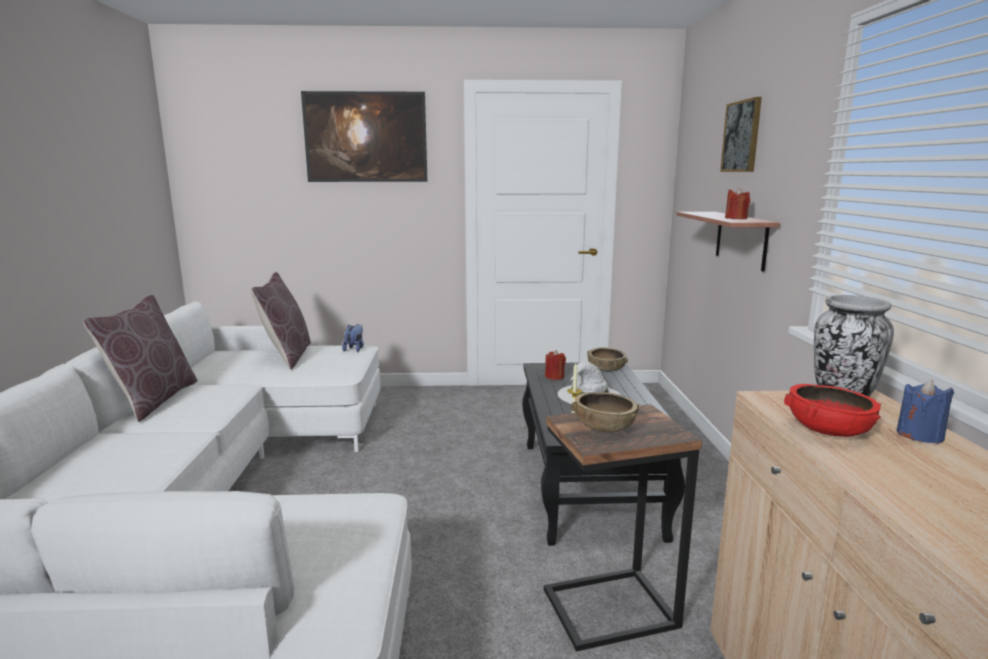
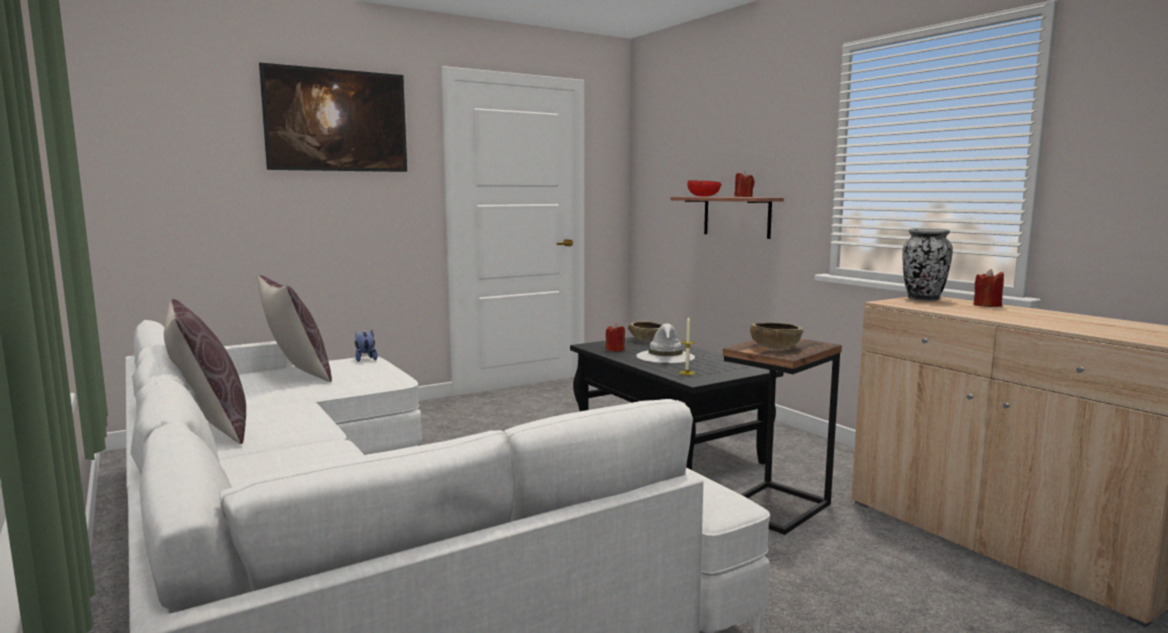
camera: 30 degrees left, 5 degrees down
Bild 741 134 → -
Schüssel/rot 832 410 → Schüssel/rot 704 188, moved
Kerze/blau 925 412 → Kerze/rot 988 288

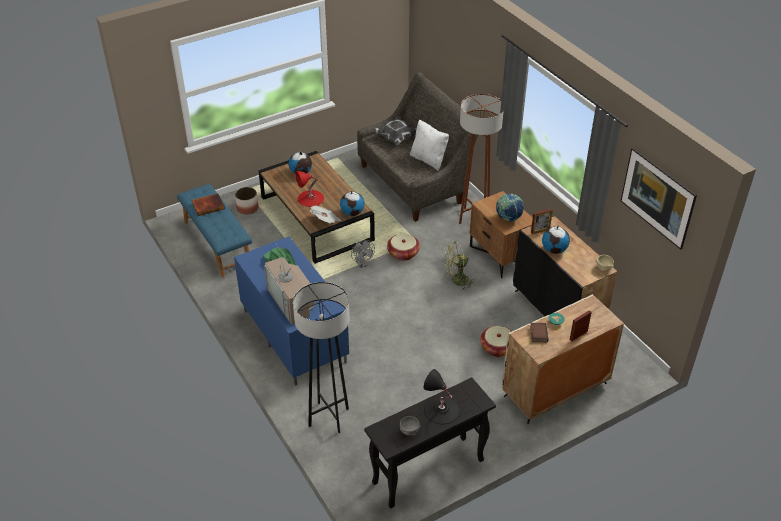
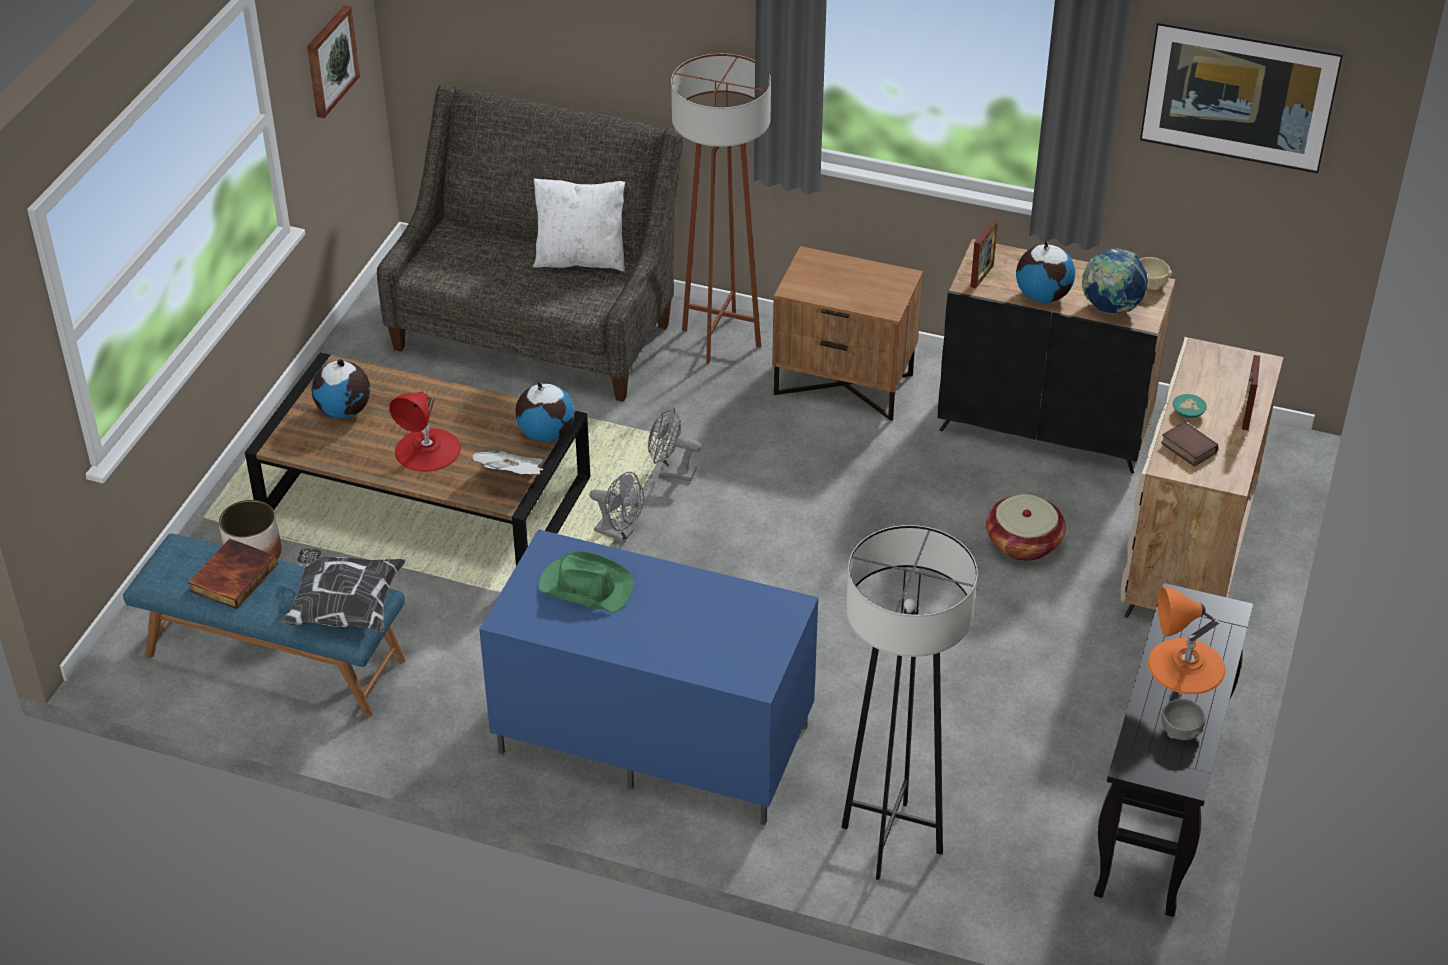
camera: 40 degrees left, 0 degrees up
Fernseher 289 283 → -
Ventilator/grün 459 265 → -
- → Bild 333 61
Kissen 394 131 → Kissen 343 590, moved
Globus 509 208 → Globus 1115 281, moved
Korb 403 247 → Ventilator/grau 675 445
Tischlampe/schwarz 441 397 → Tischlampe/orange 1186 640

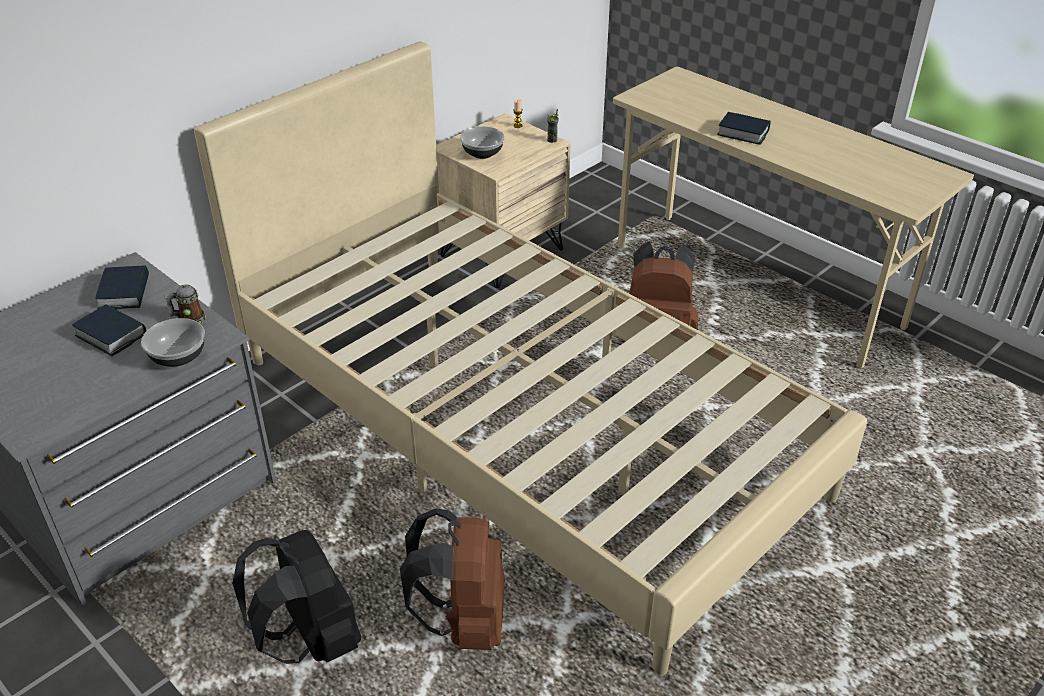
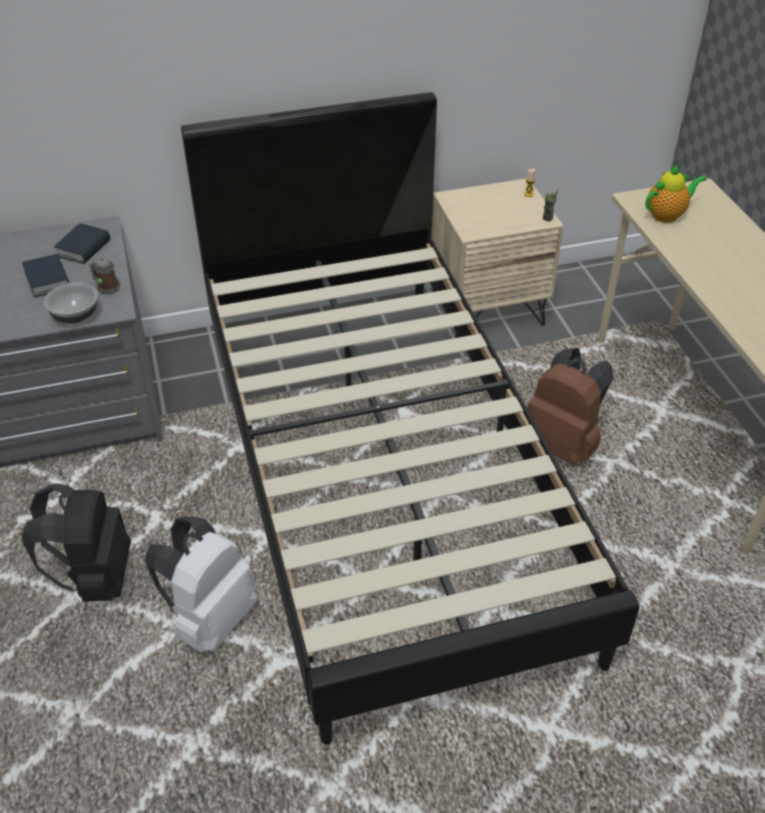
camera: 30 degrees right, 5 degrees up
Schüssel 482 142 → -
Buch 744 128 → -
- → Teekanne 676 194
Bett/beige 530 358 → Bett/schwarz 410 418
Rucksack/braun 452 579 → Rucksack/weiß 201 584

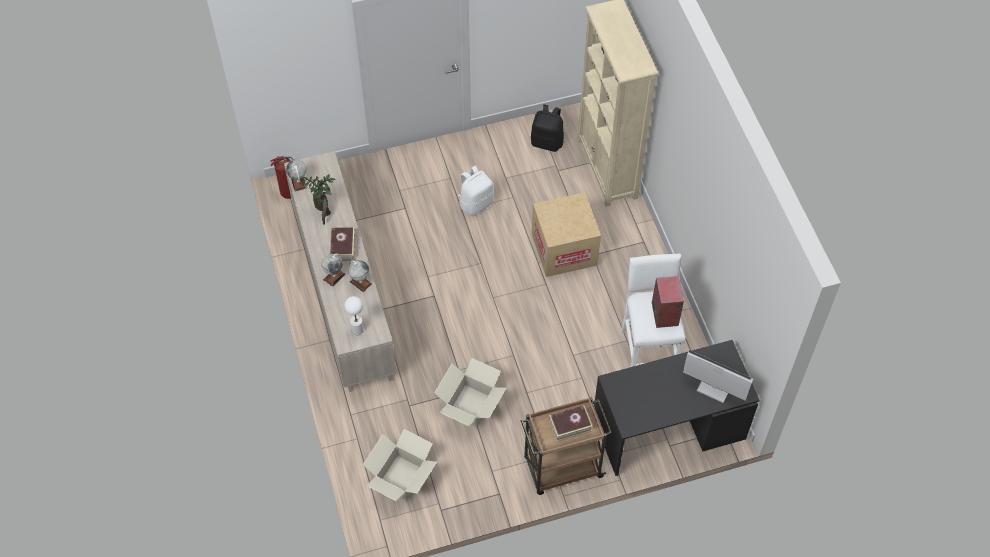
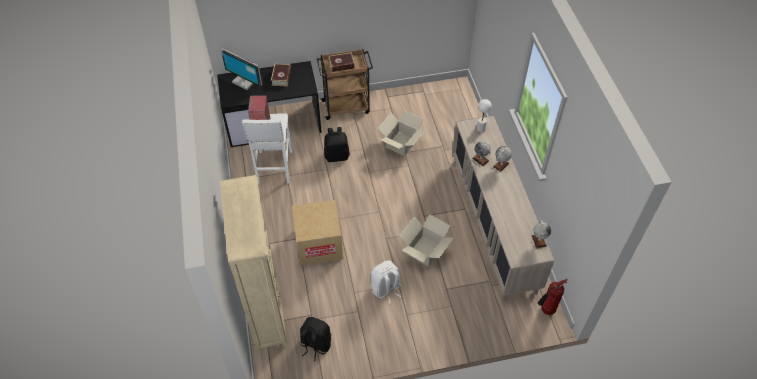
camera: 175 degrees left, 5 degrees down
Topfpflanze 317 199 → -
- → Rucksack/schwarz 337 144
Buch 342 244 → Buch 281 75, moved
Karton 400 465 → Karton 427 240, moved

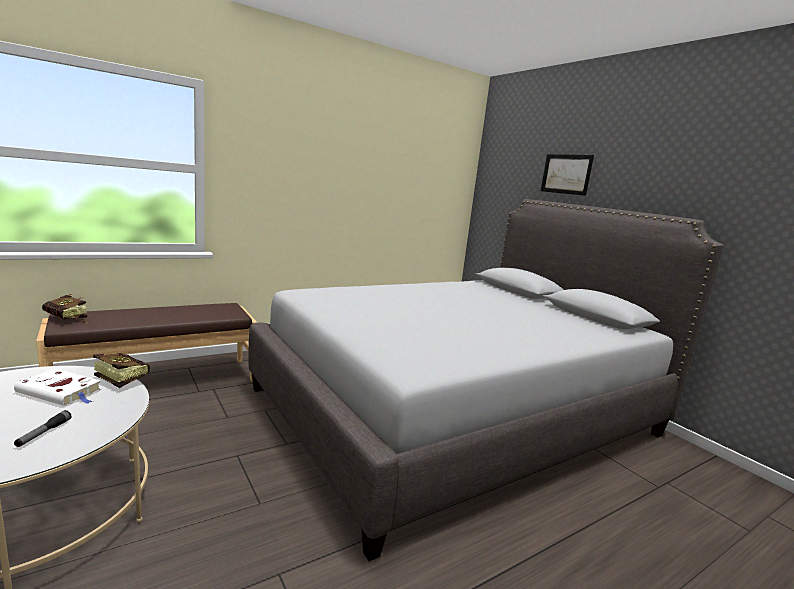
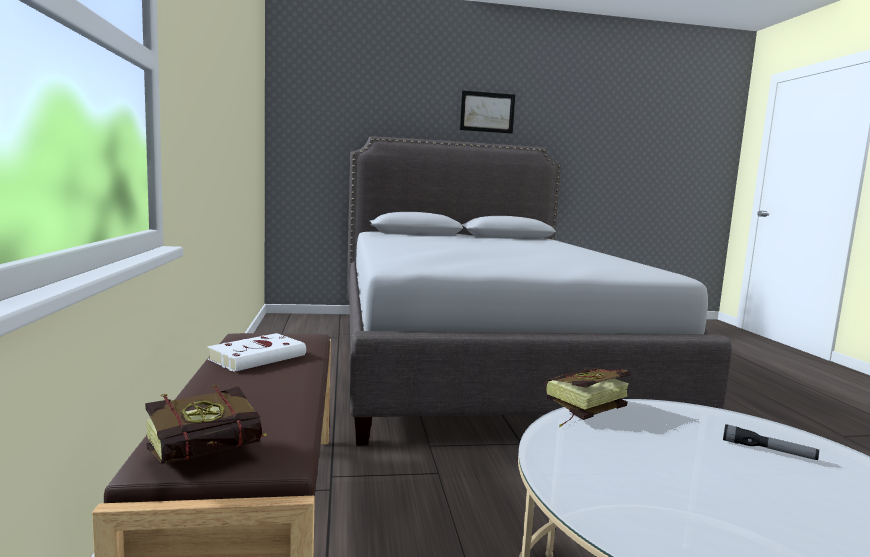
camera: 65 degrees left, 5 degrees down
Buch/weiß 57 387 → Buch/weiß 257 352, moved
Bild 567 175 → Bild 487 112, moved

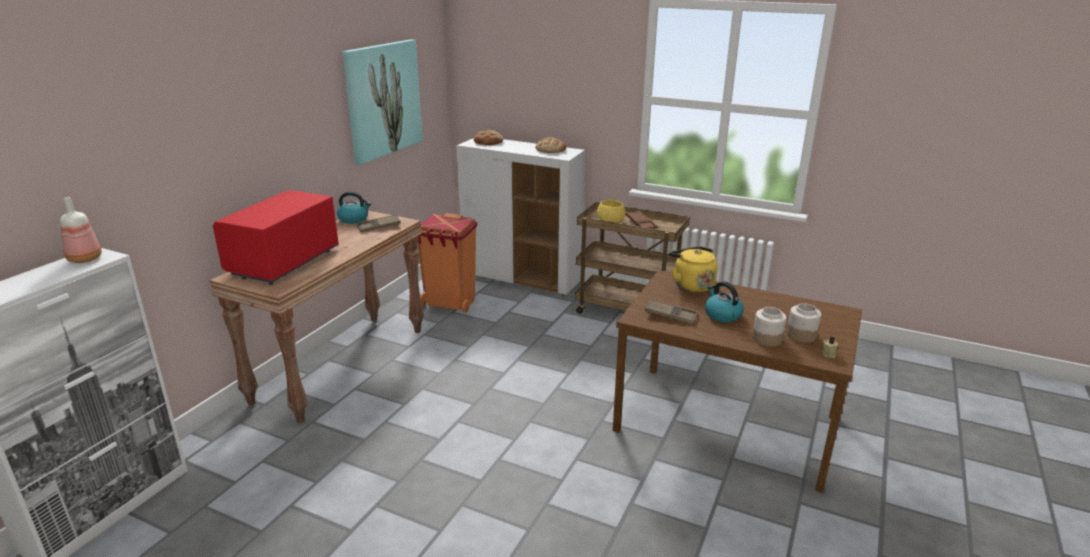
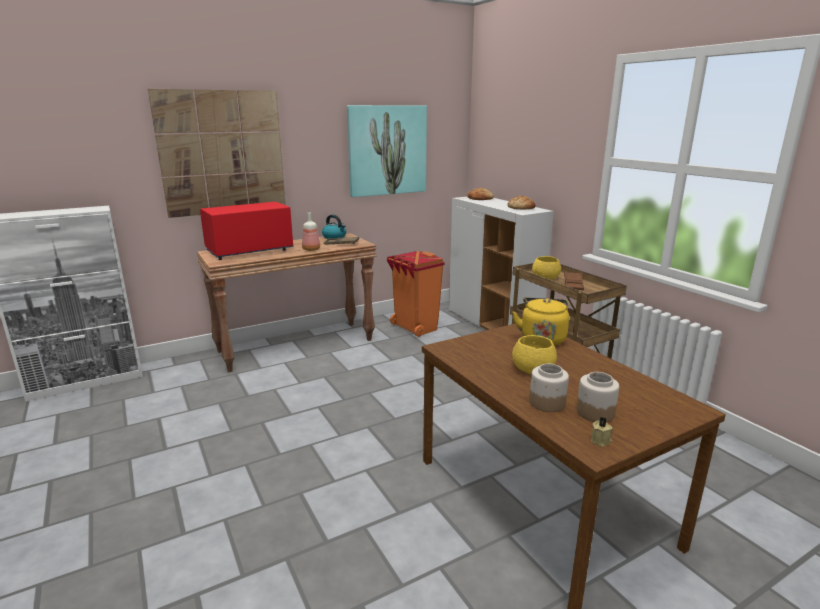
camera: 35 degrees right, 5 degrees down
Tablett/braun 671 311 → -
- → Bild 217 153
Flasche 81 230 → Flasche 311 232, moved
Wasserkessel 724 301 → Schüssel/gelb 534 354

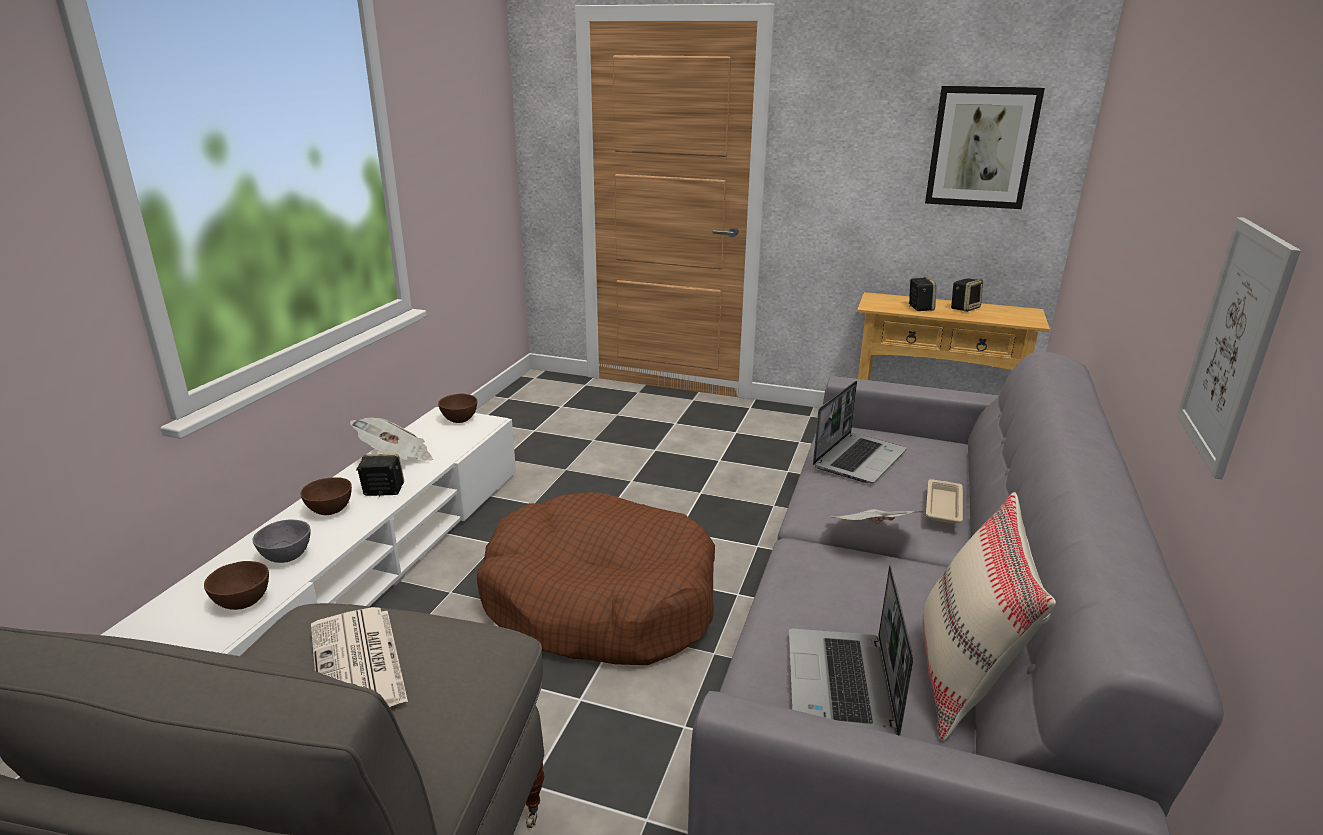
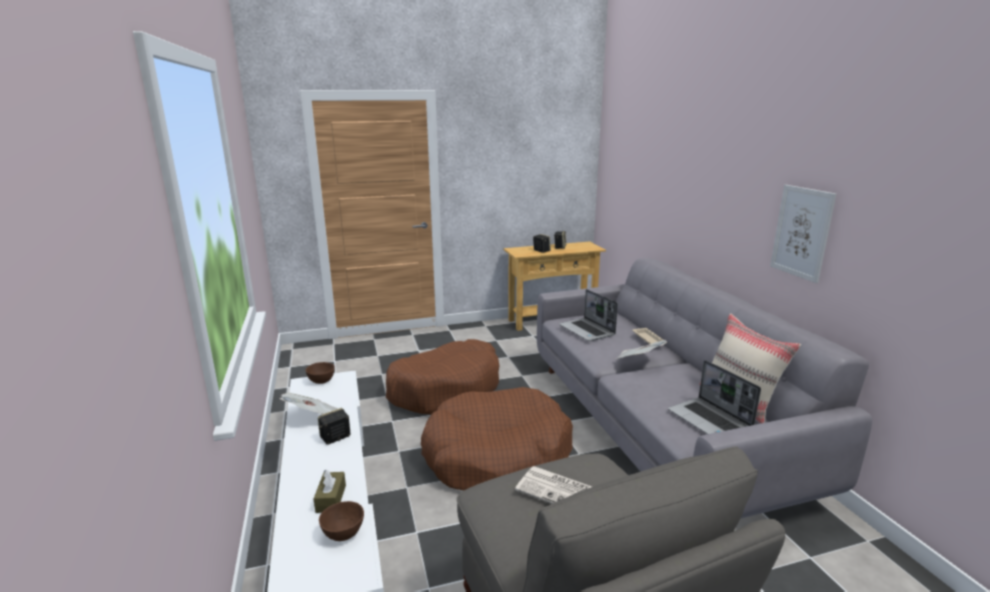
camera: 35 degrees left, 5 degrees down
Schüssel/braun 326 496 → -
Bild 985 147 → -
- → Hundebett/braun 442 376
Schüssel/grau 281 541 → Taschentuchbox/braun 330 491
Laptop 860 432 → Laptop 588 315, 150 degrees clockwise

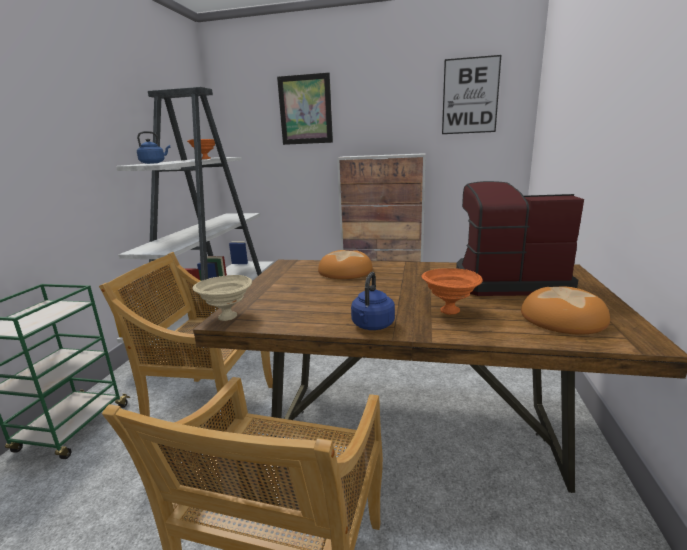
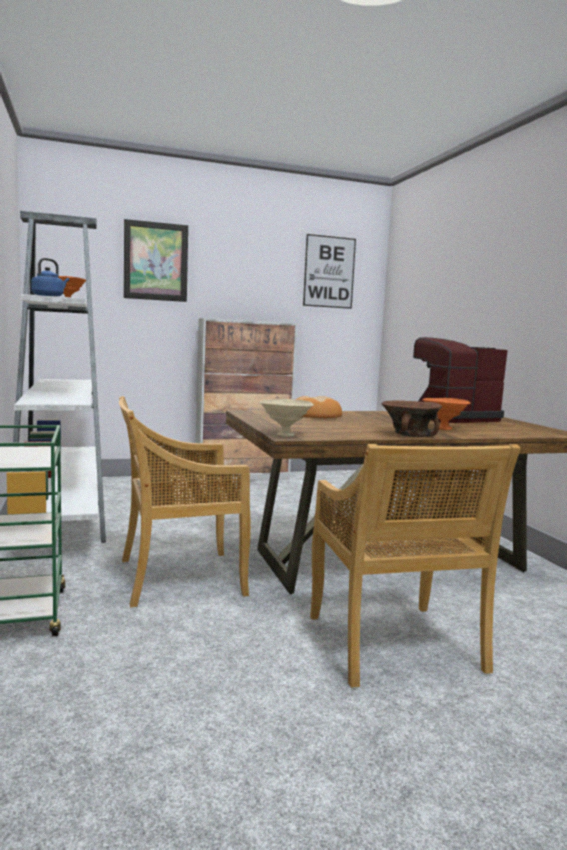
camera: 30 degrees left, 10 degrees down
Brot 565 311 → -
Wasserkessel/blau 373 301 → Schüssel/braun 411 418

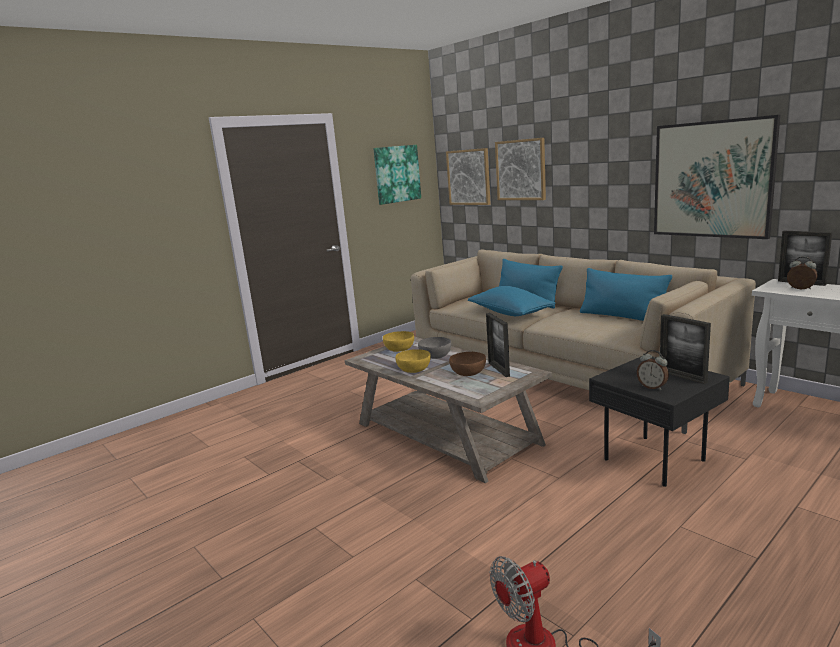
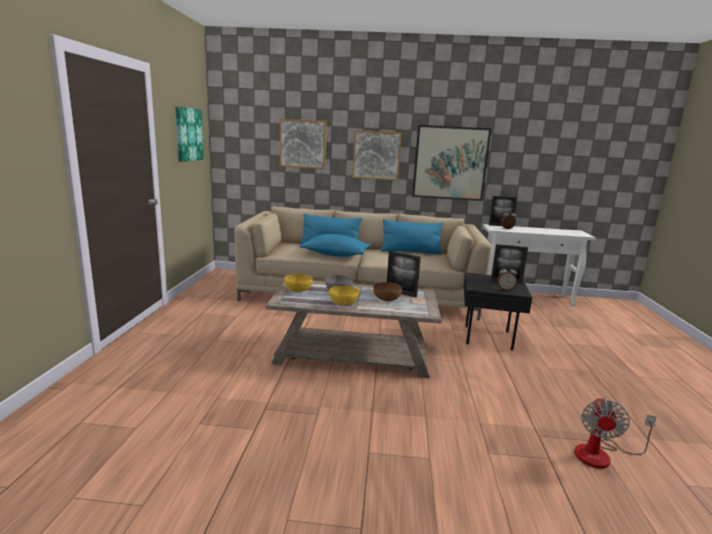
camera: 45 degrees left, 0 degrees up
Bild 468 176 → Bild 377 155, moved

